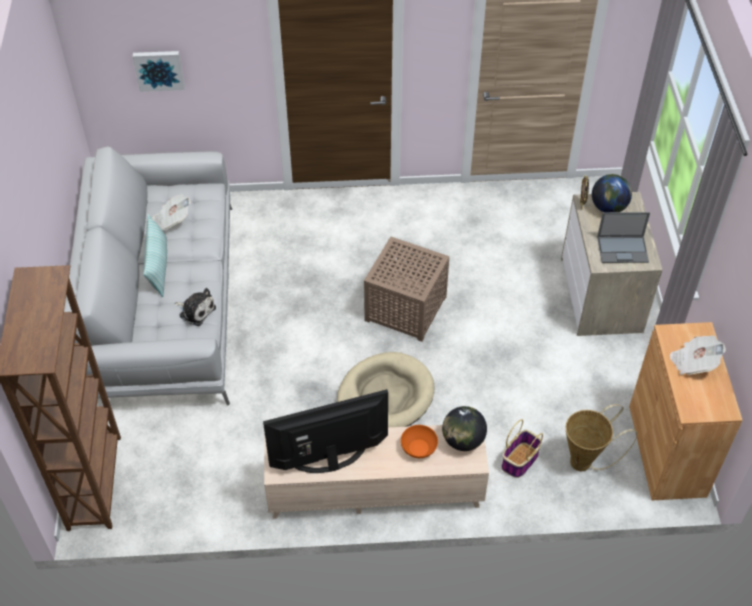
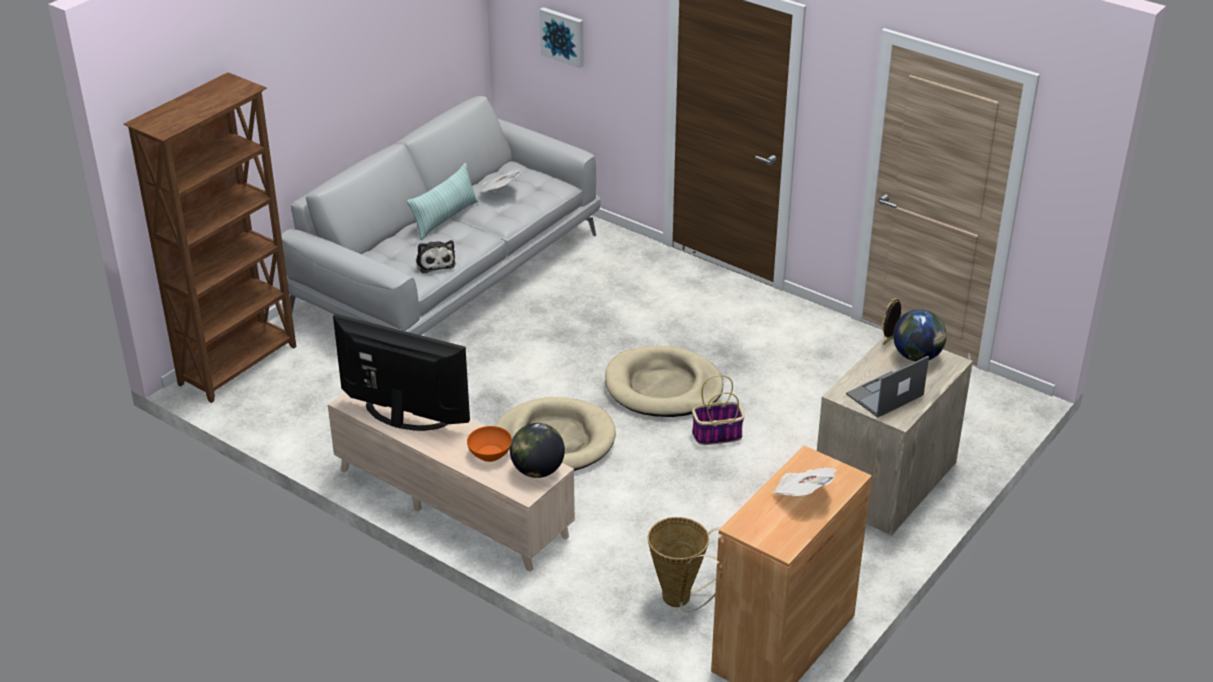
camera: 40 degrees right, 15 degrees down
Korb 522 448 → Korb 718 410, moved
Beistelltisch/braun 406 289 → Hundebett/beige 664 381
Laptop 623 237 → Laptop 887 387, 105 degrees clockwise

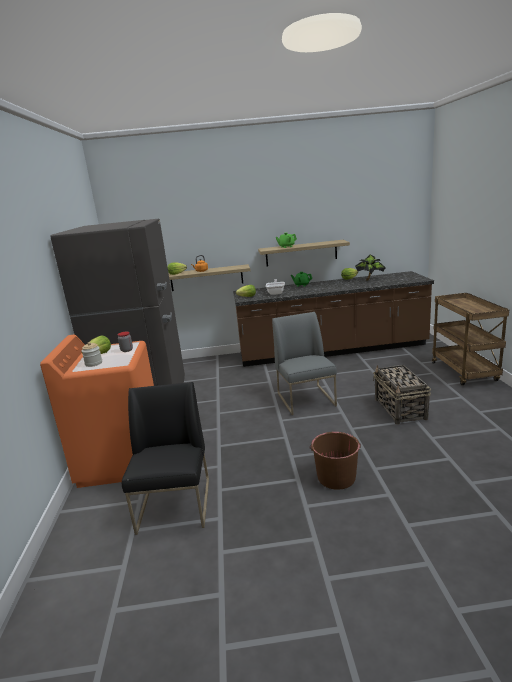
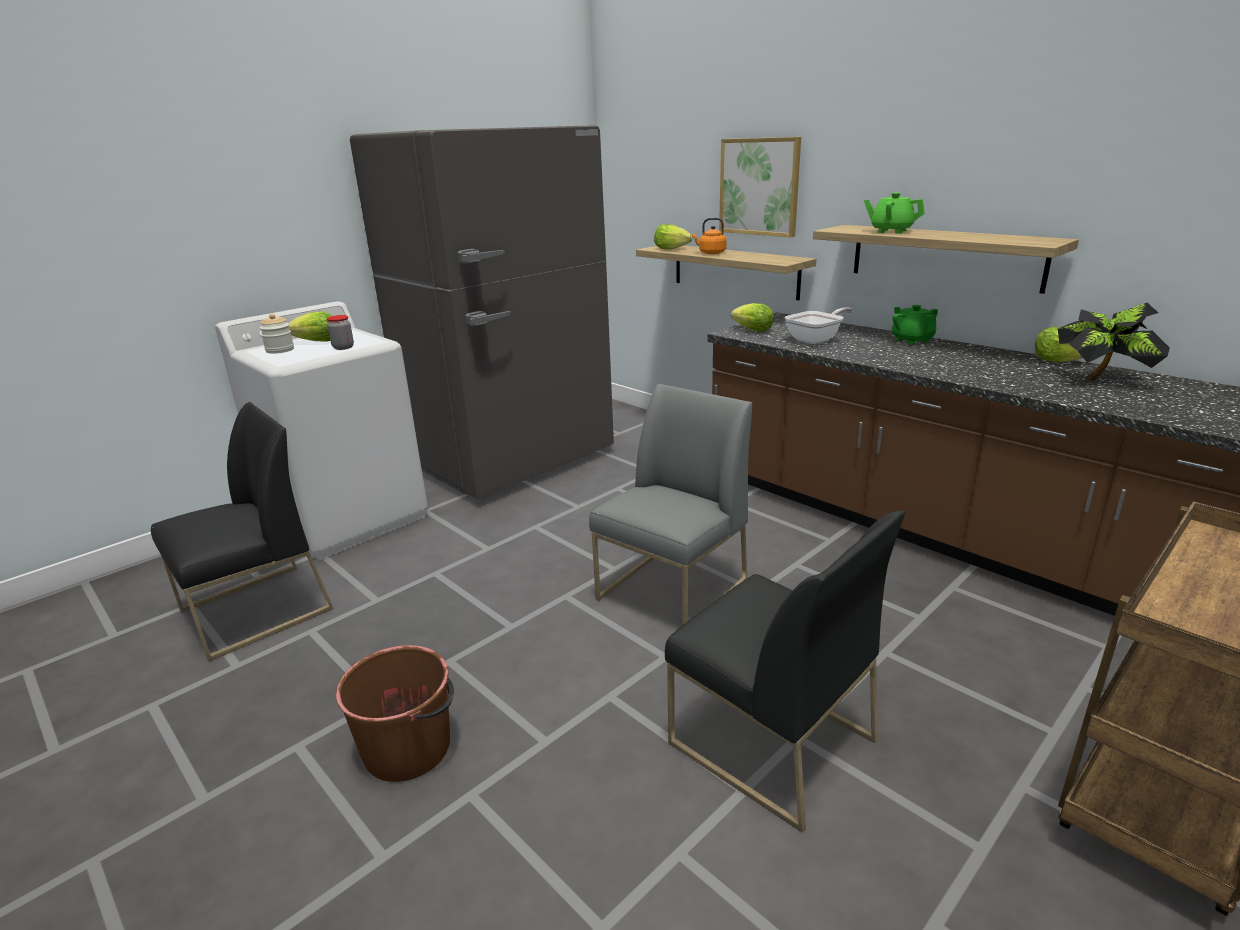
camera: 50 degrees right, 5 degrees up
- → Bild 760 187
Korb 402 394 → Stuhl/schwarz 785 672
Waschmaschine/orange 97 411 → Waschmaschine/weiß 321 430

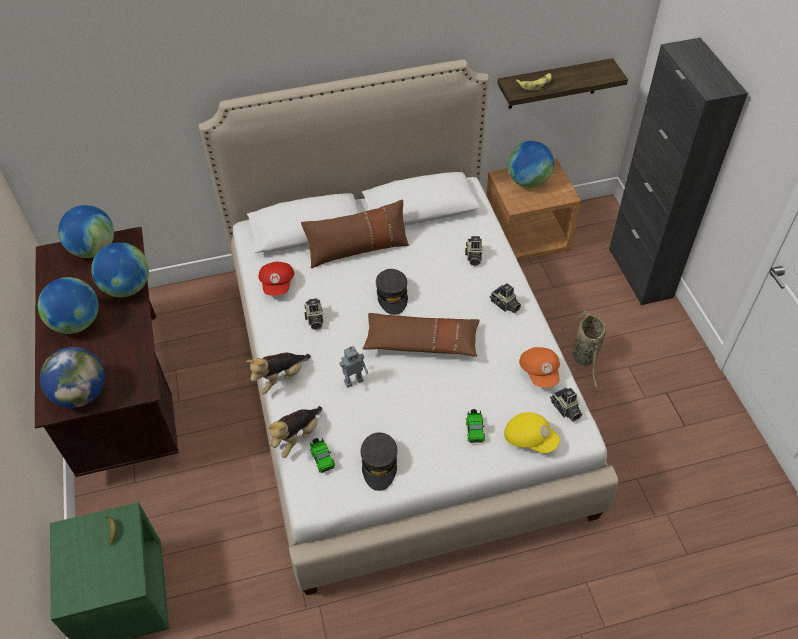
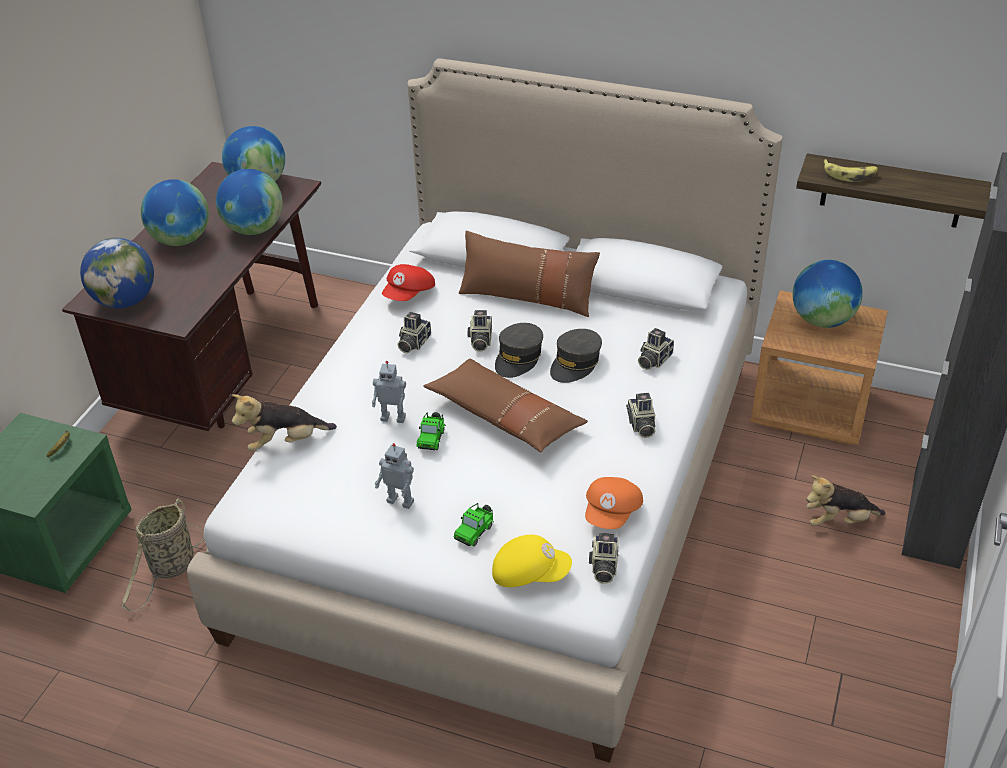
camera: 35 degrees right, 10 degrees down
- → Spielzeugroboter 394 476
- → Kamera 480 331
Plüschtier 278 373 → Plüschtier 846 500, moved
Spielzeugauto 322 455 → Spielzeugauto 431 431, moved
Kappe/grau 379 461 → Kappe/grau 576 356, moved
Korb 583 350 → Korb 163 554, moved
Kappe/gelb 532 432 → Kappe/gelb 532 561, 60 degrees counterclockwise

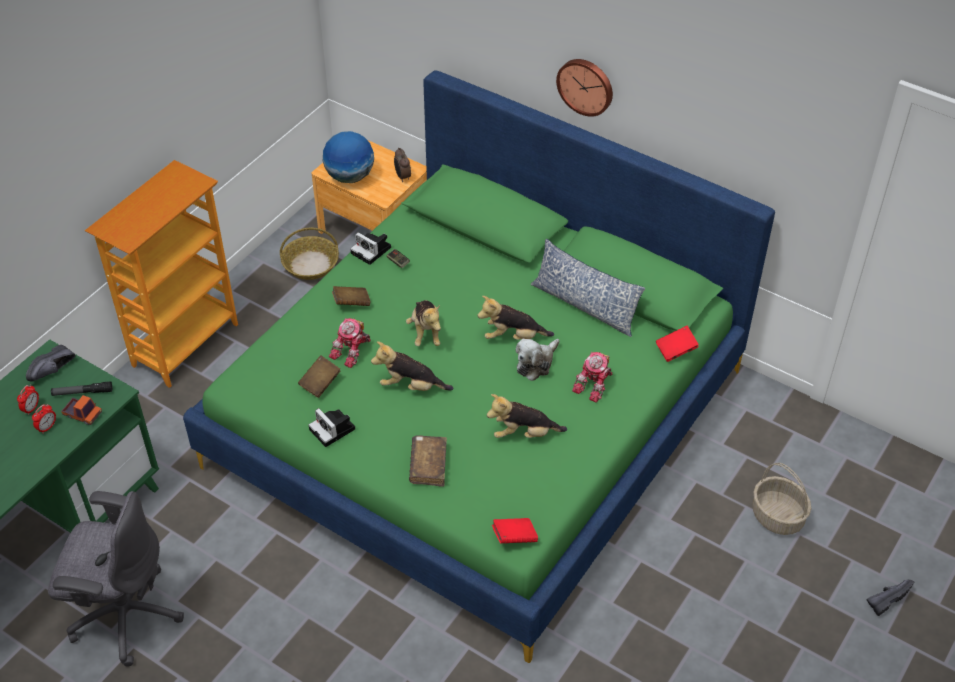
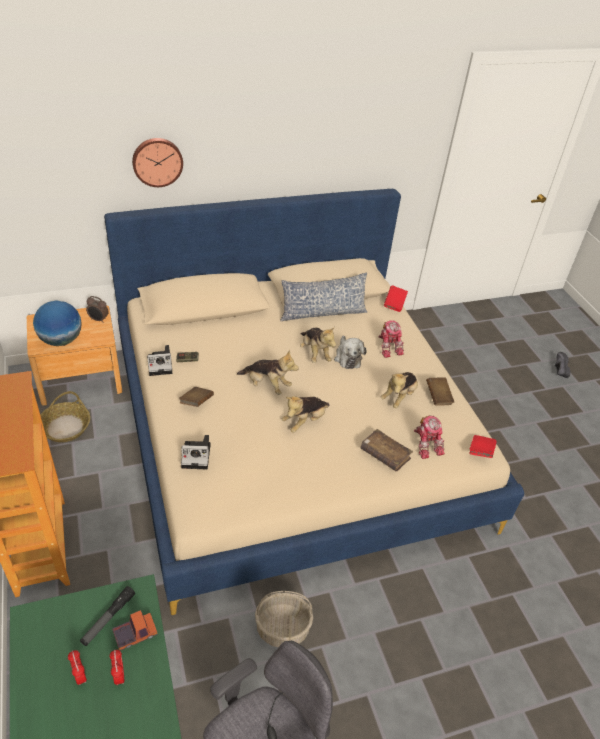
camera: 55 degrees left, 5 degrees down
Schuh/schwarz 50 363 → -
Buch/braun 319 376 → Buch/braun 440 391, moved
Kamera 331 427 → Kamera 196 452, moved
Spielzeugroboter 350 343 → Spielzeugroboter 429 437, moved
Wanduhr 584 88 → Wanduhr 157 162, moved
Korb 781 499 → Korb 284 619, moved
Bett/grün 479 366 → Bett/beige 314 402
Plüschtier 516 318 → Plüschtier 318 344, 60 degrees counterclockwise

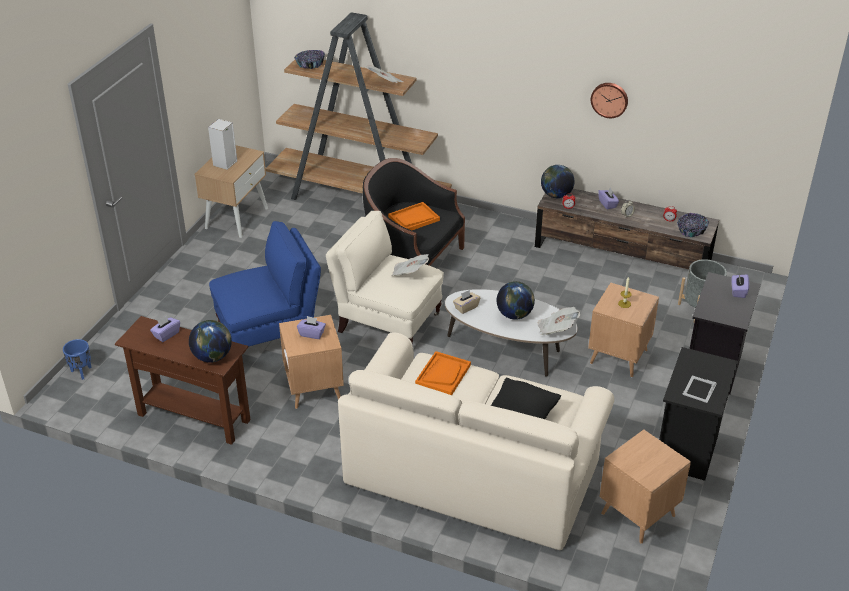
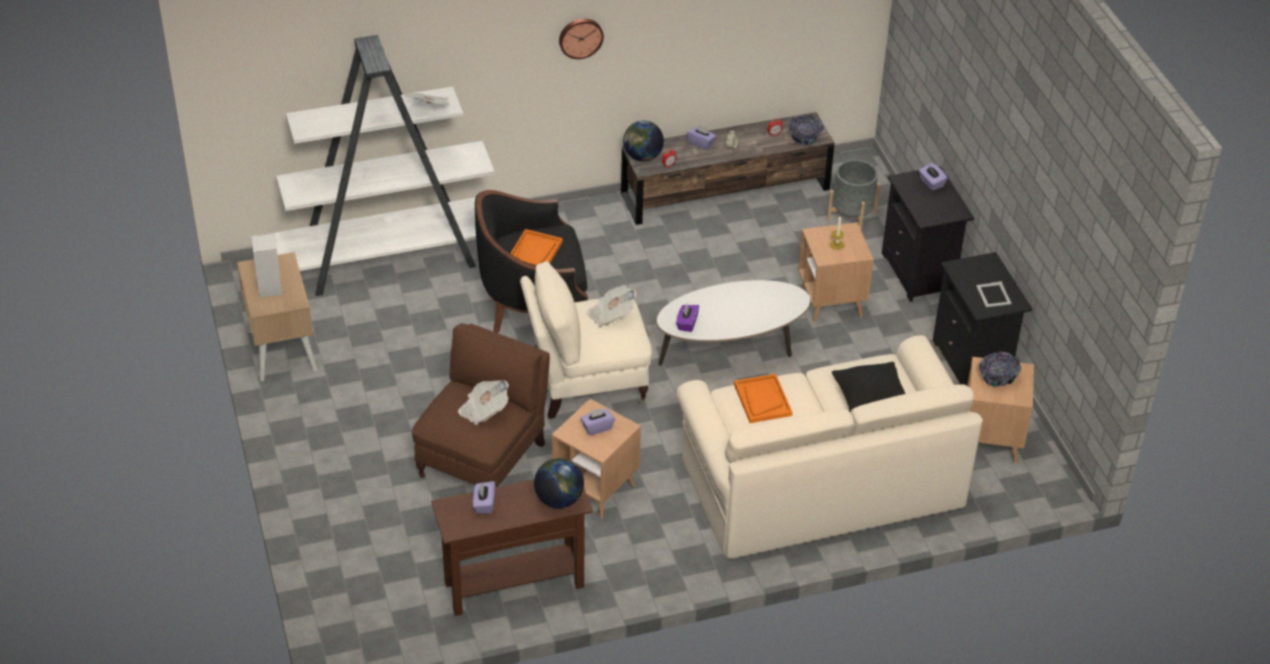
camera: 40 degrees left, 5 degrees up
Pflanzkübel/blau 77 359 → -
Globus 516 300 → -
Schüssel 309 59 → Schüssel 1000 369, moved
Zeitung 558 321 → Zeitung 483 402, moved
Wanduhr 609 100 → Wanduhr 581 39, moved
Sessel/blau 265 284 → Sessel/braun 481 405
Bücherregal/braun 359 106 → Bücherregal/weiß 382 165
Taschentuchbox/beige 466 302 → Taschentuchbox/lila 687 318

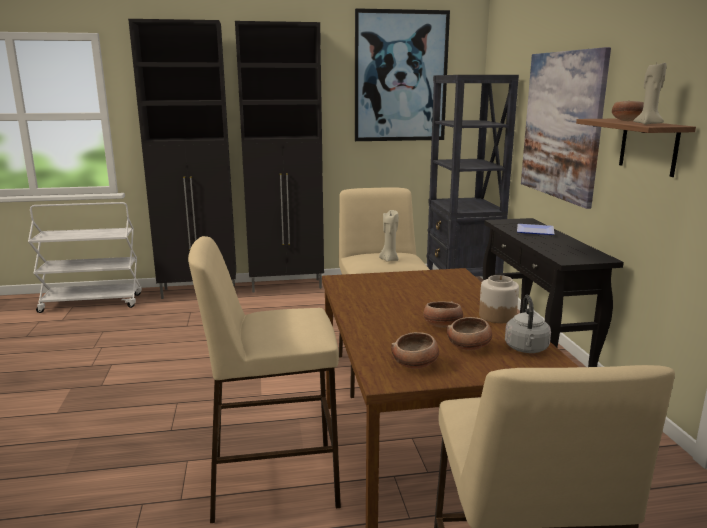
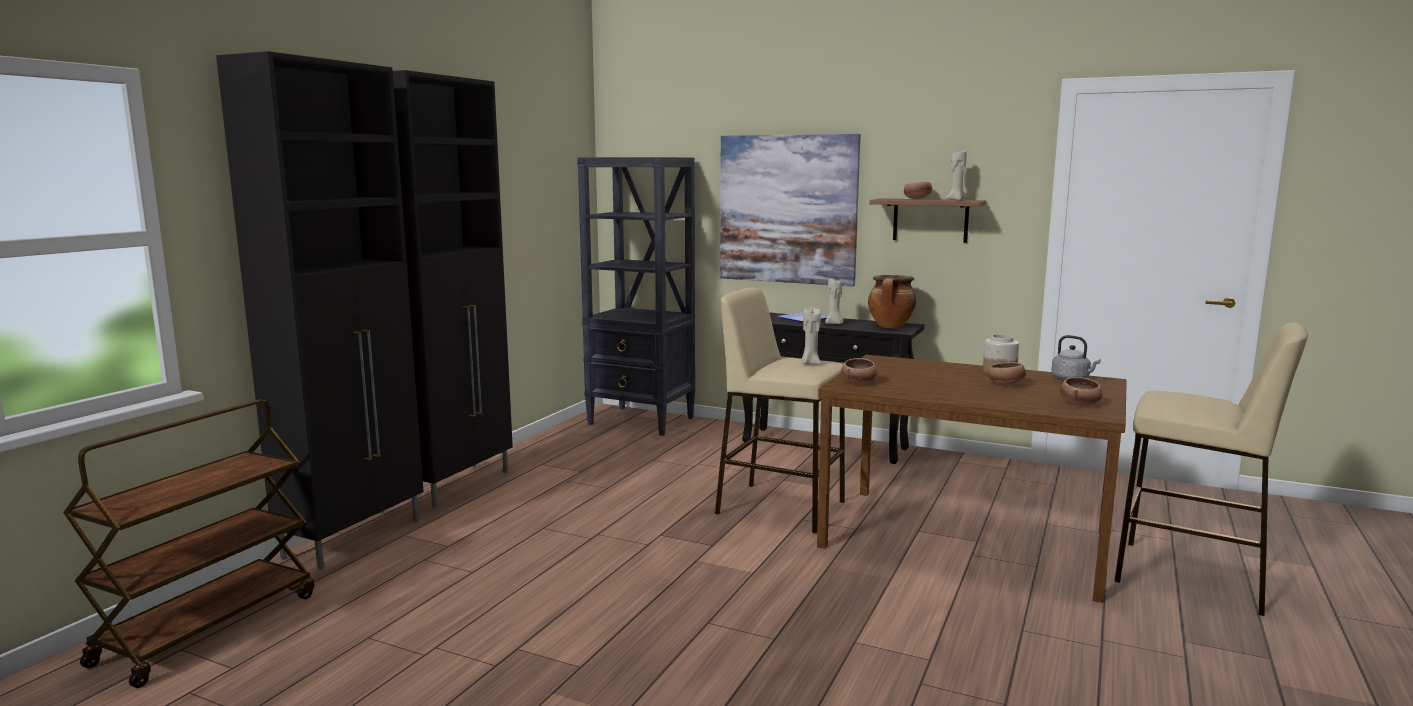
camera: 55 degrees left, 5 degrees down
Hocker/beige 264 379 → -
Bild 402 74 → -
- → Kerze/beige 834 301
- → Kochtopf 892 301
Schüssel 469 333 → Schüssel 859 371, moved
Rollwagen/weiß 85 257 → Rollwagen/braun 188 543

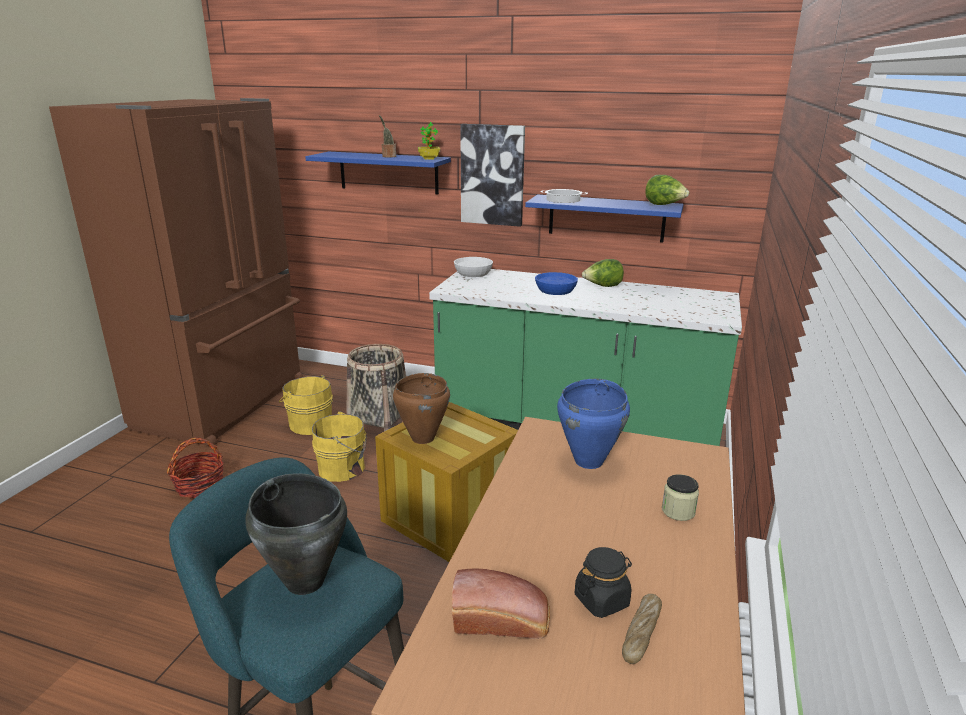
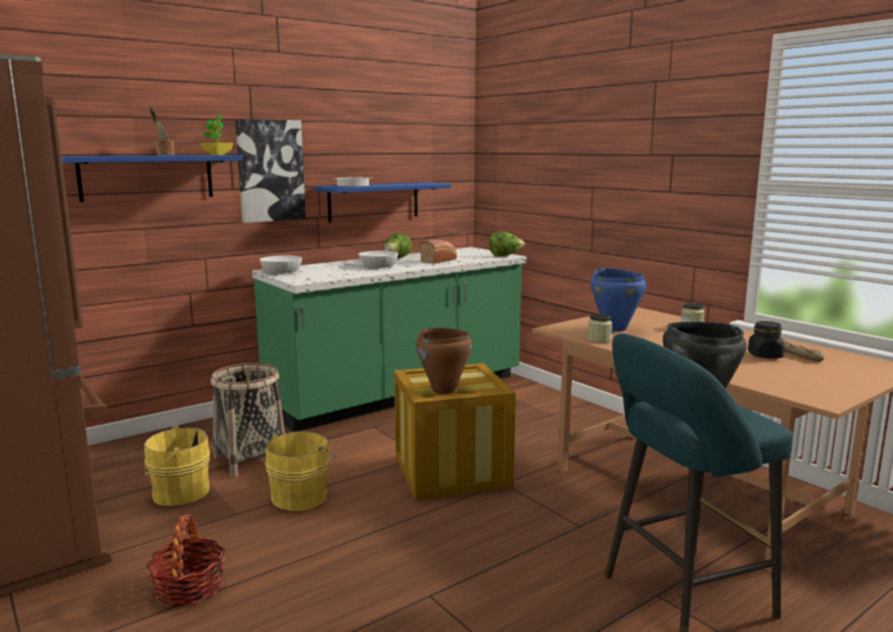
camera: 55 degrees left, 10 degrees down
- → Vorratsglas 600 328
Brot 501 604 → Brot 438 251, moved
Salatkopf 667 190 → Salatkopf 507 244, moved
Schüssel/blau 556 283 → Schüssel/weiß 378 259

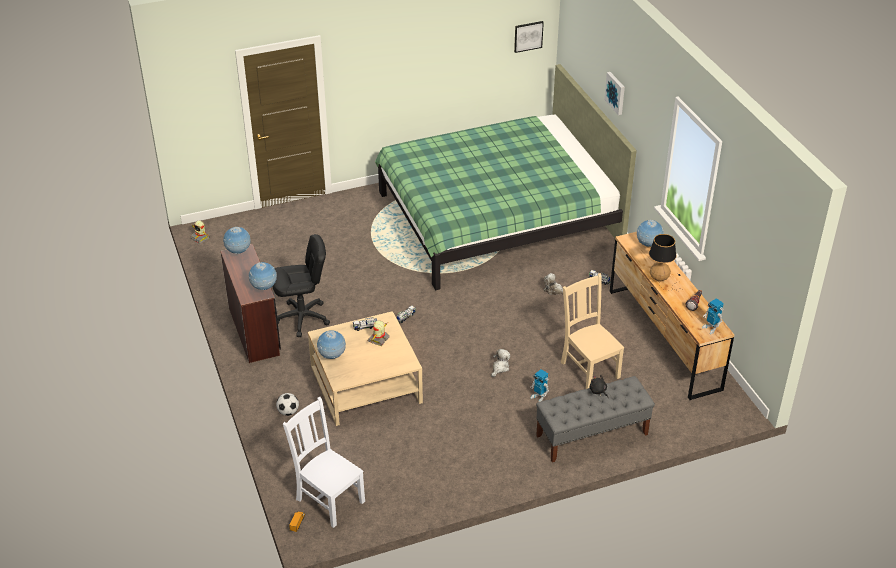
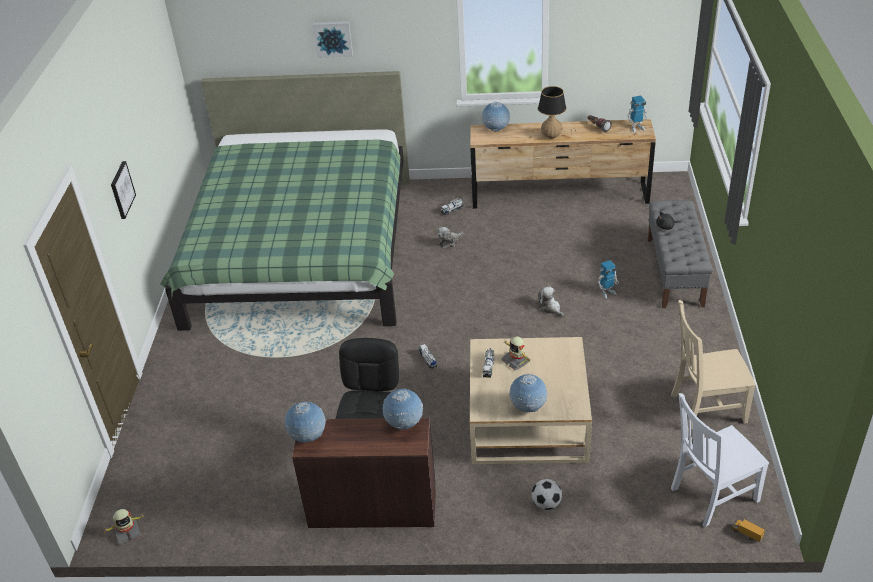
camera: 65 degrees left, 0 degrees up
Bild 529 37 → Bild 123 190, moved
Stuhl/beige 592 331 → Stuhl/beige 713 365, moved

